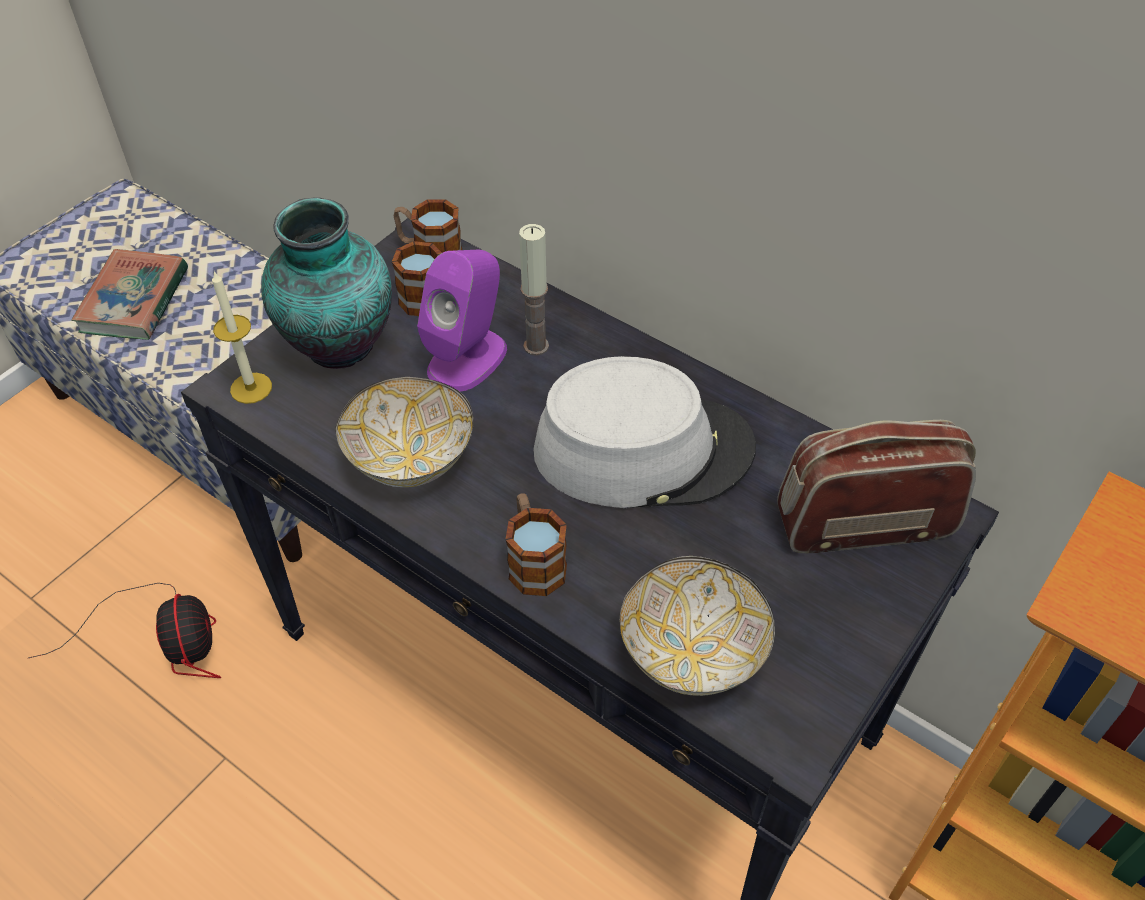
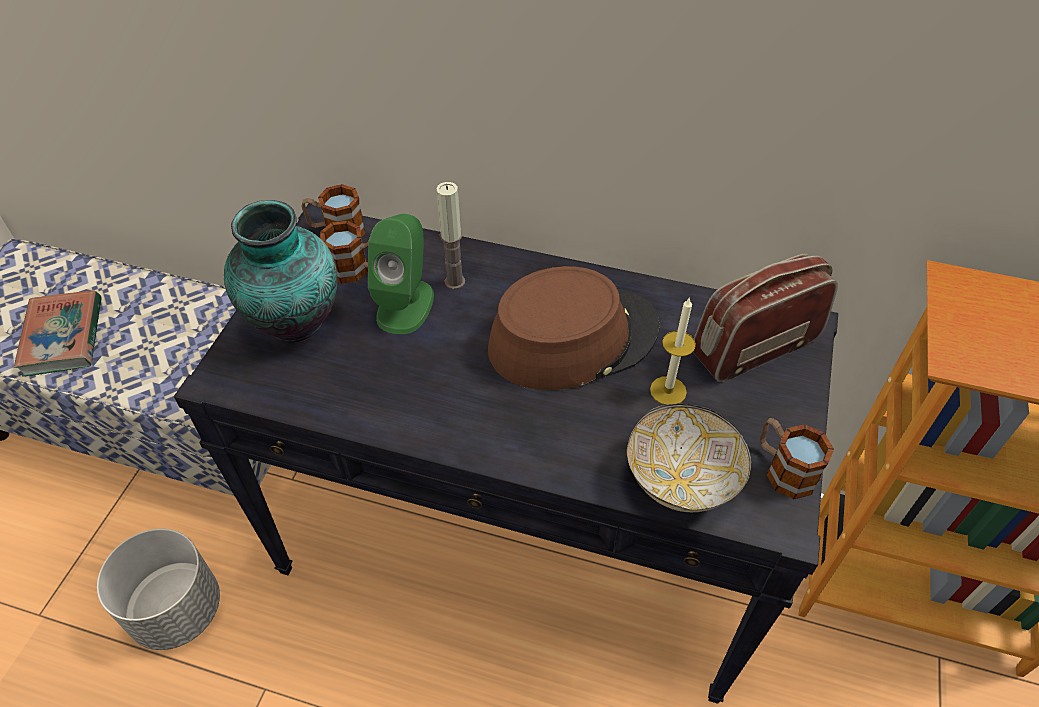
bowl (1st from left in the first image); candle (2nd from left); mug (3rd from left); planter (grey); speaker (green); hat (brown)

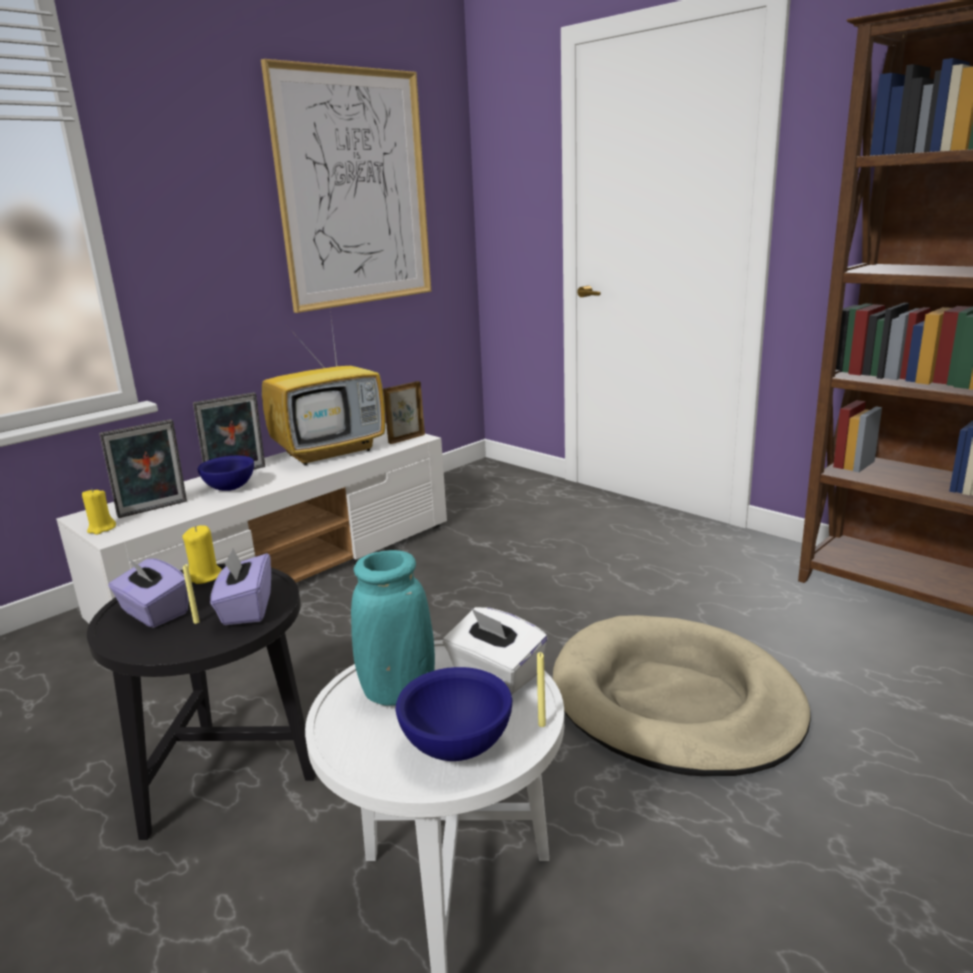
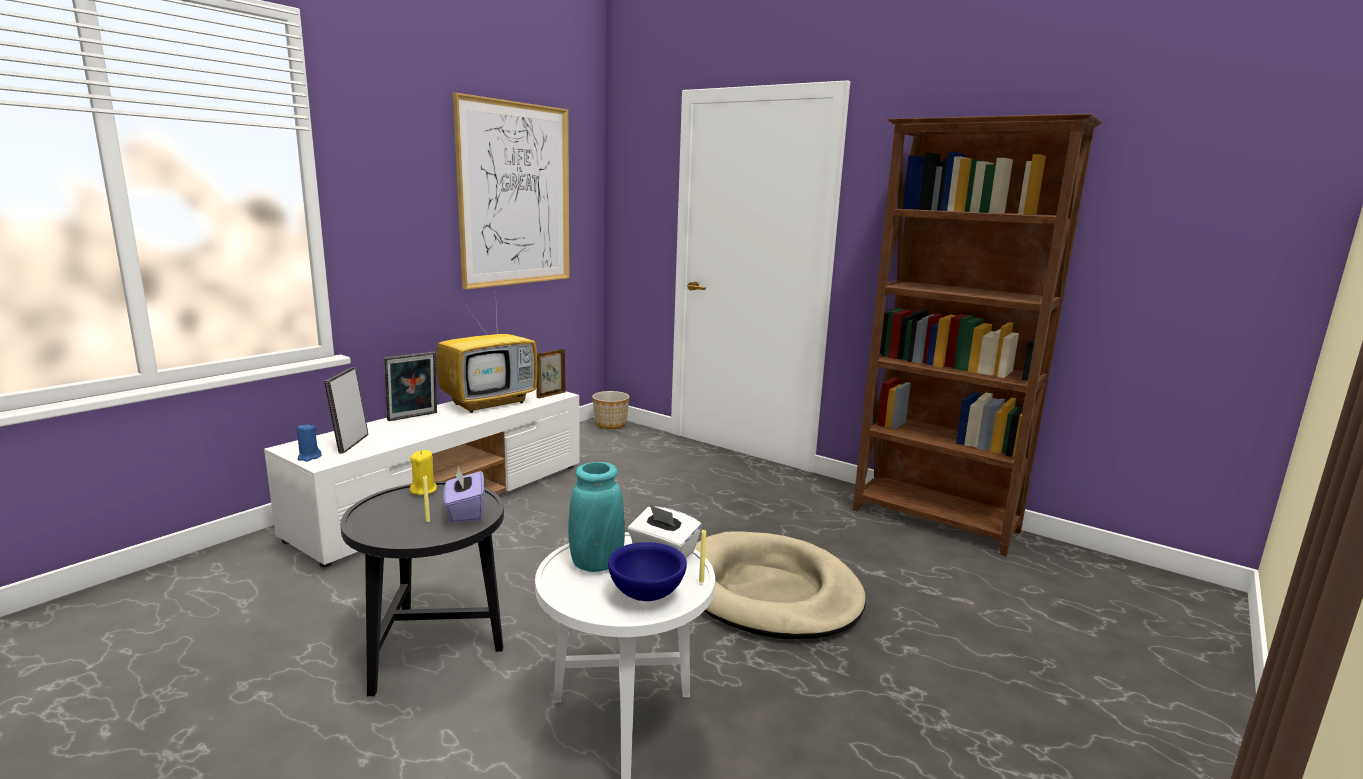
tissue box (purple) (1st from left in the first image); bowl (blue) (1st from left in the first image); planter; candle (blue); picture frame (1st from left)

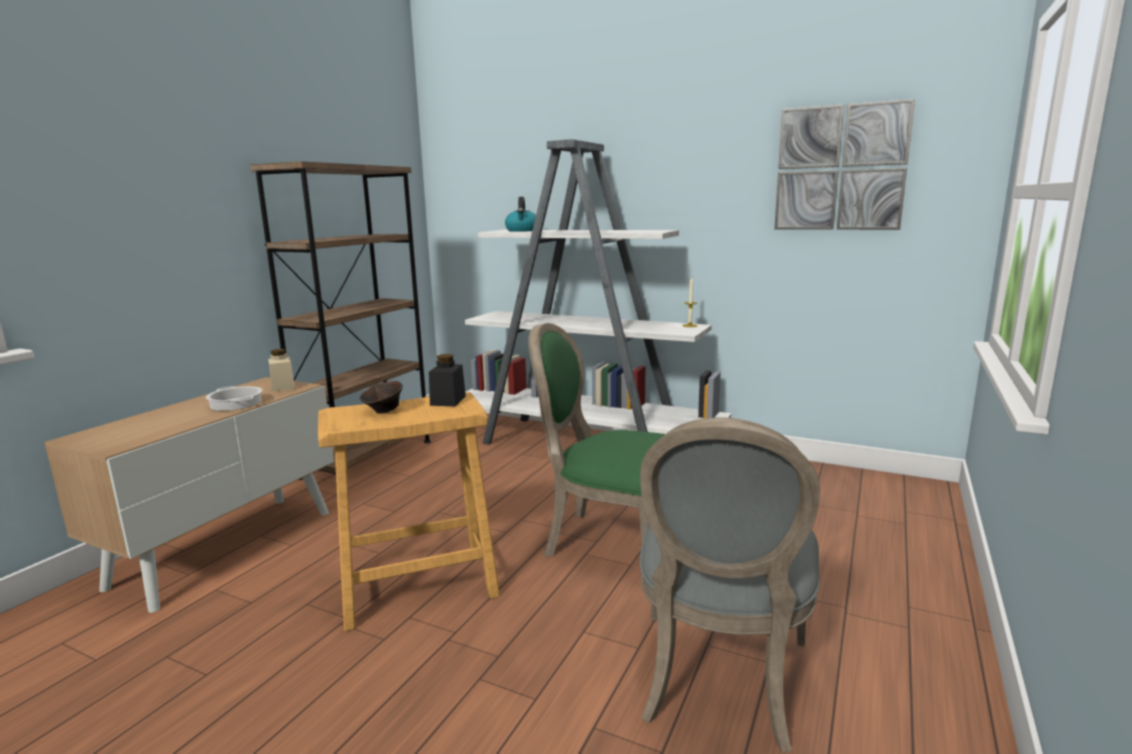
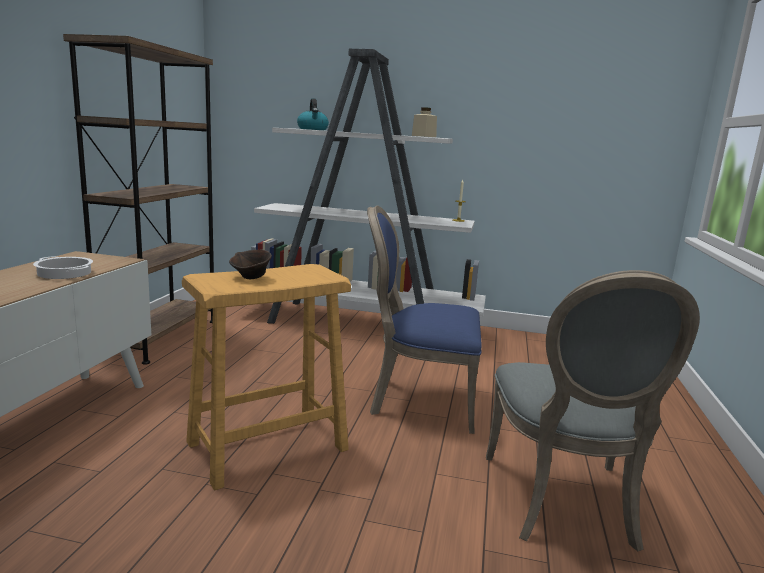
jar (black); picture; jar (beige); chair (blue)

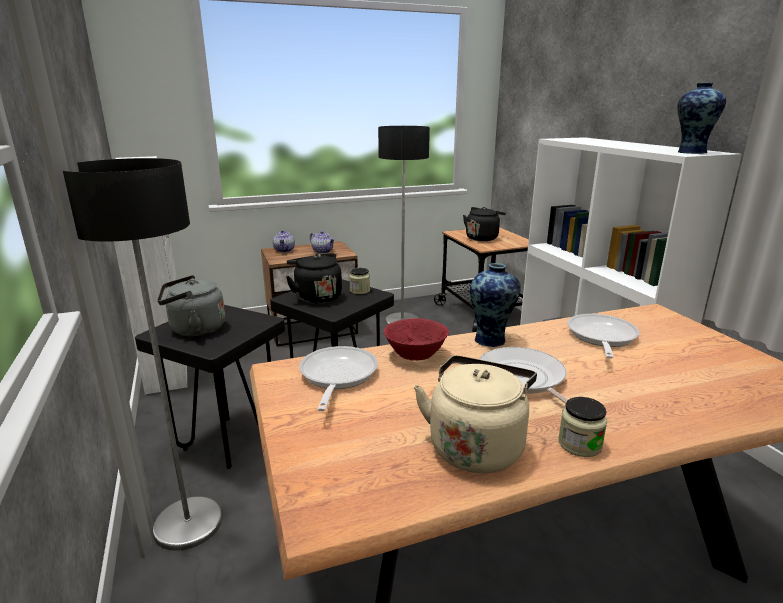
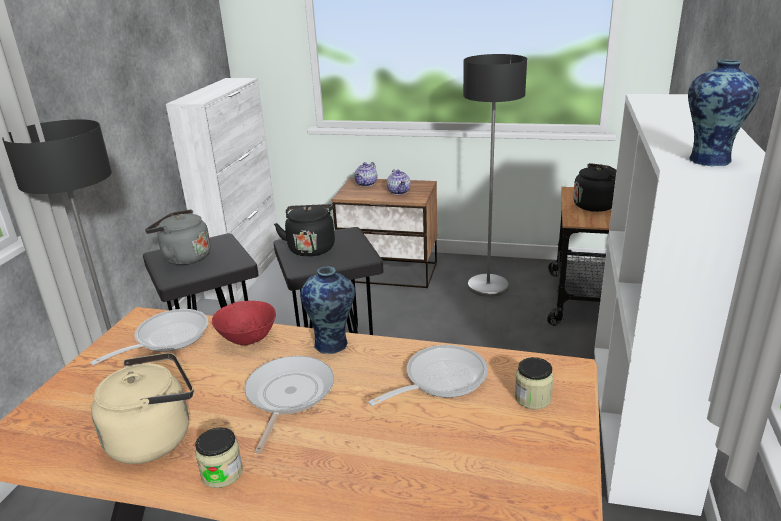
jar (2nd from left)

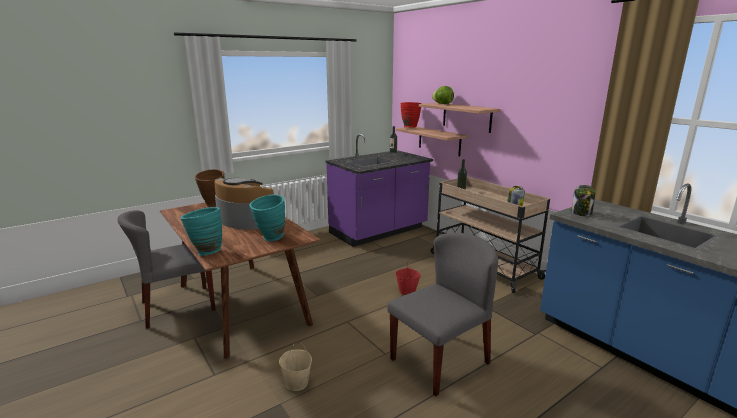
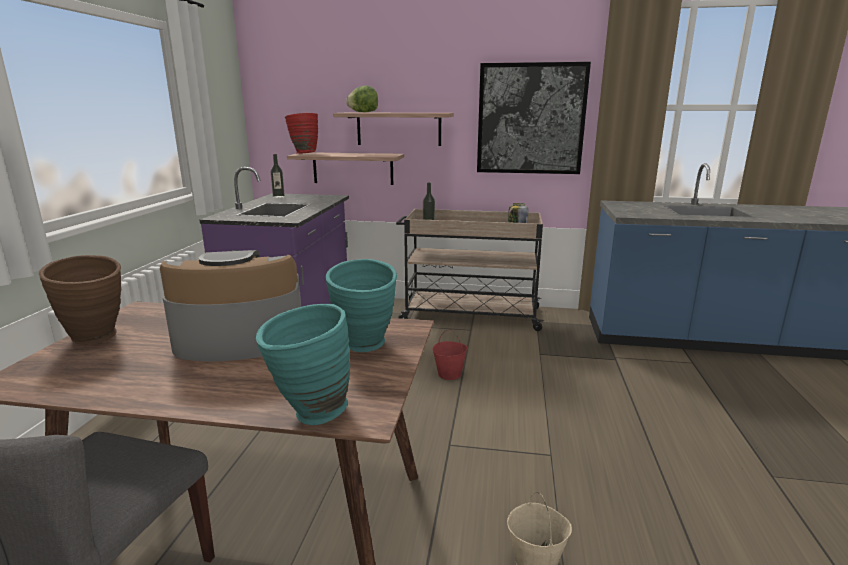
chair (grey) (2nd from left in the first image); jar (2nd from left in the first image); picture

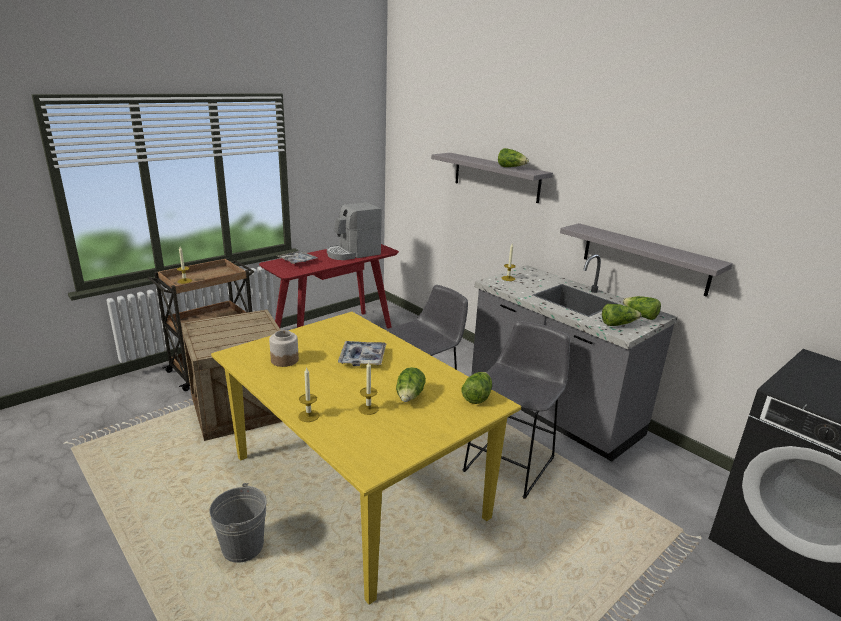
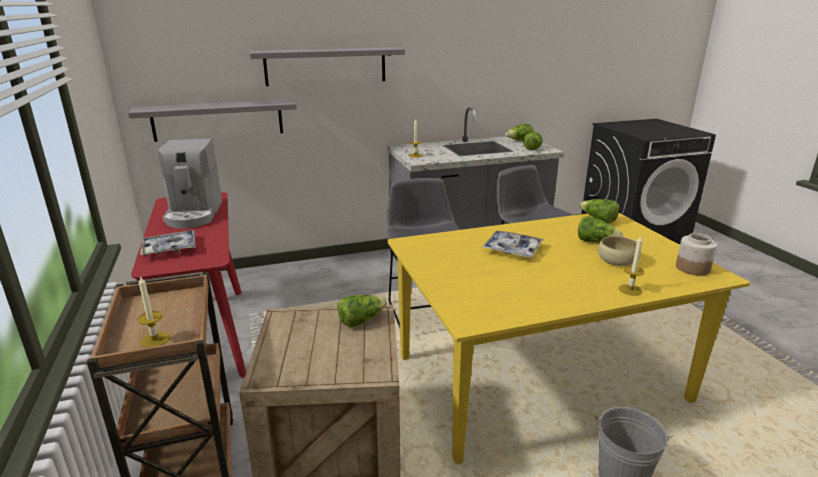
jar; lettuce (1st from left); shelf (grey) (1st from left); bowl (beige)

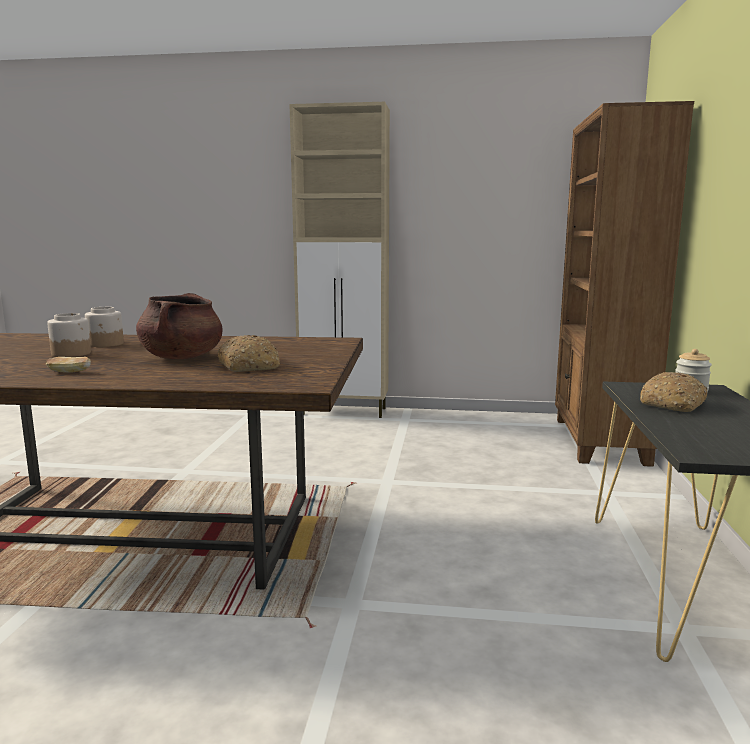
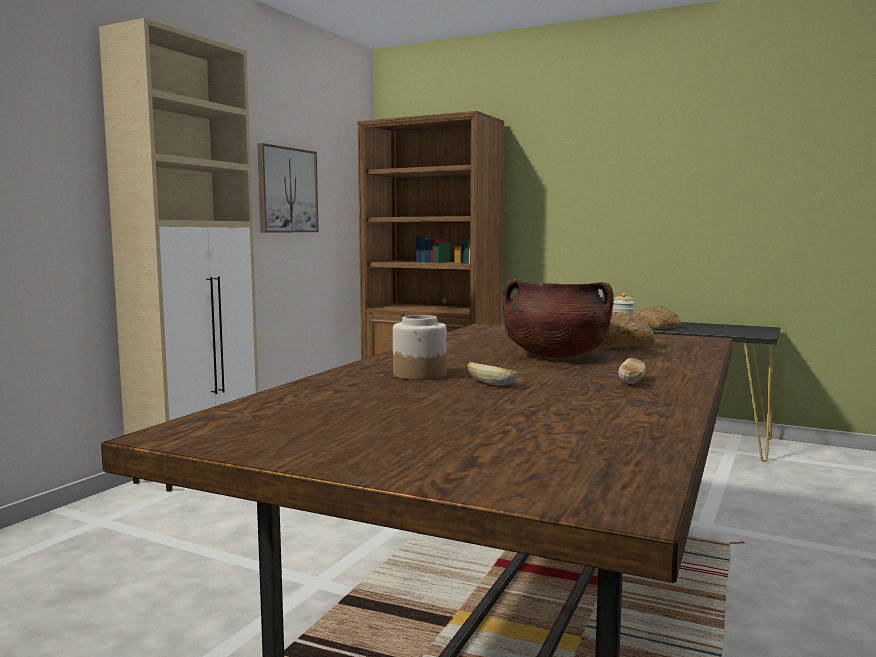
picture; bread (1st from left)

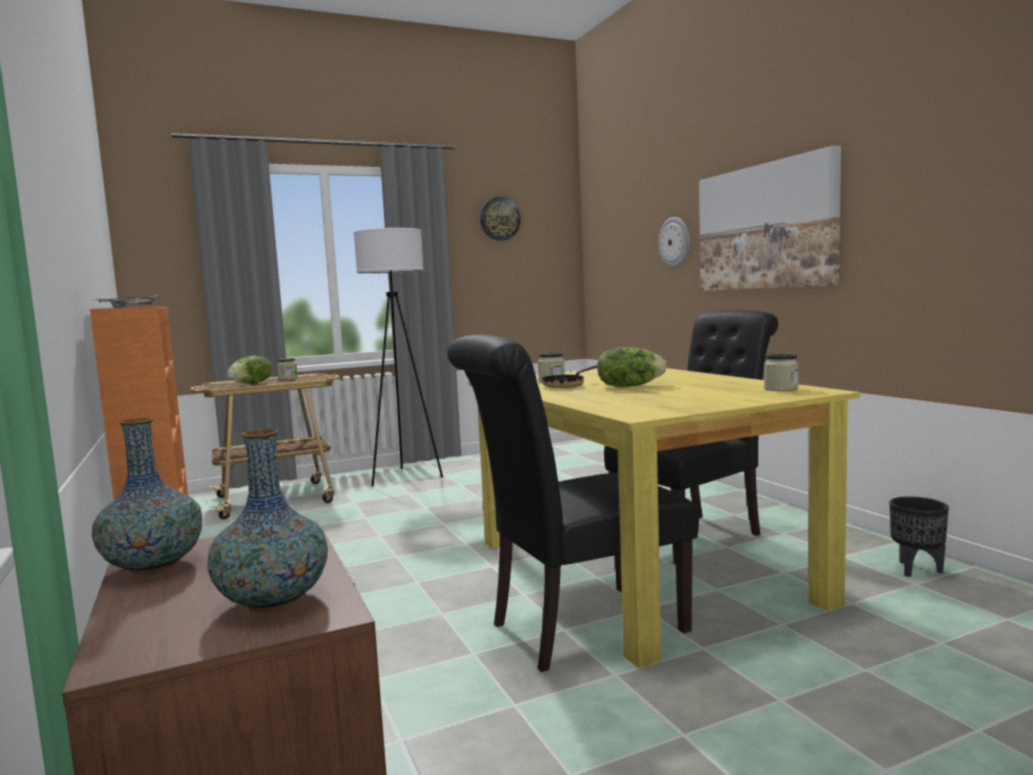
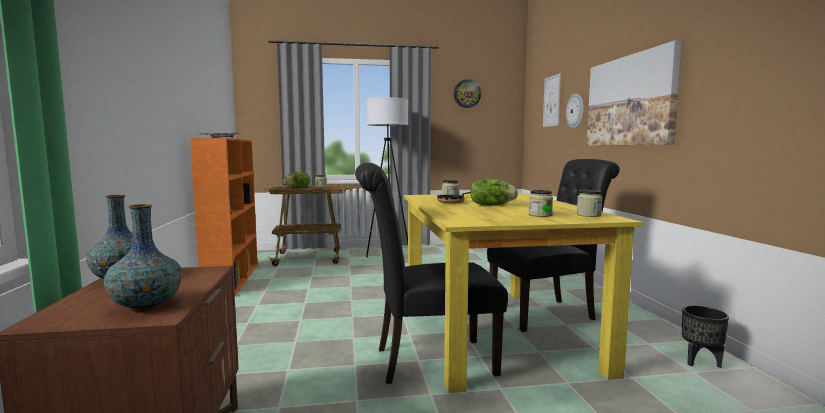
jar (3rd from left); picture (1st from left)

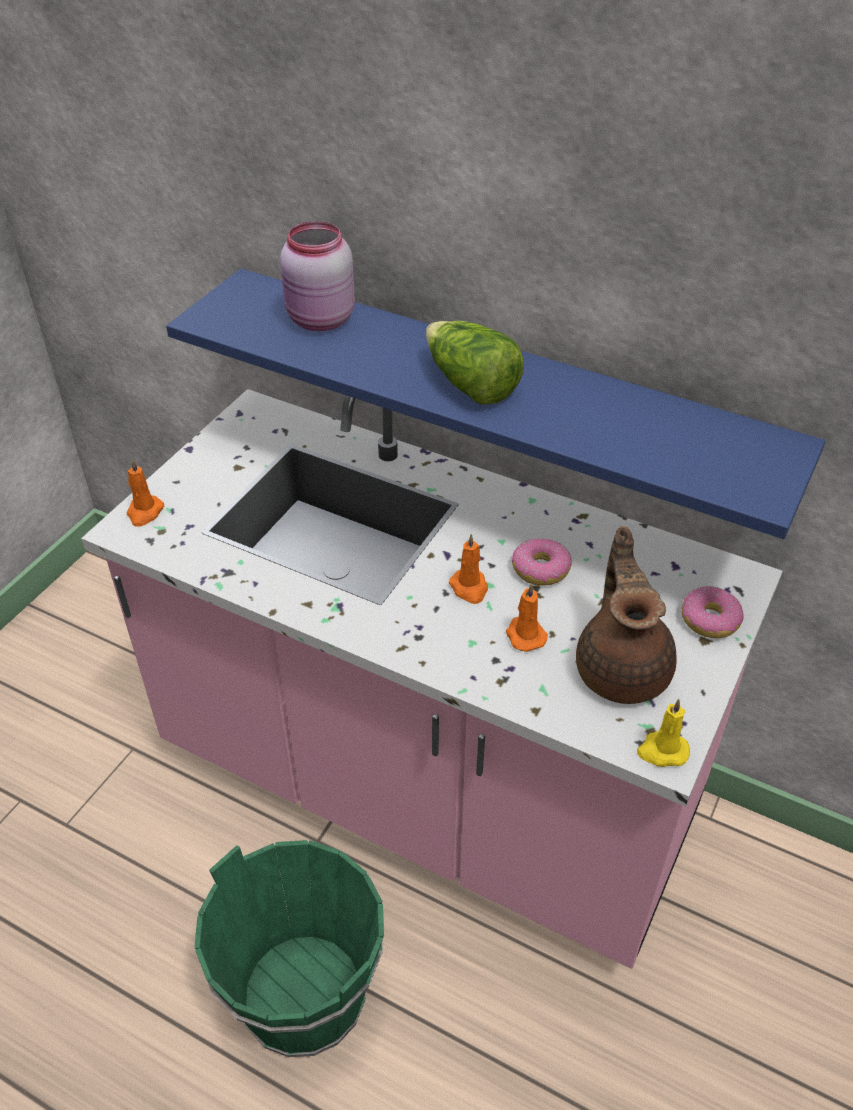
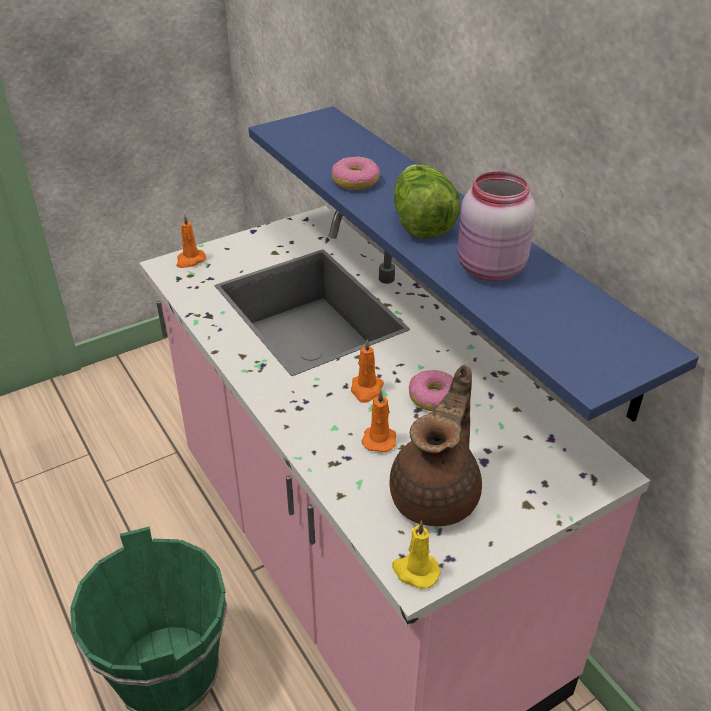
jar (pink); donut (1st from left)

